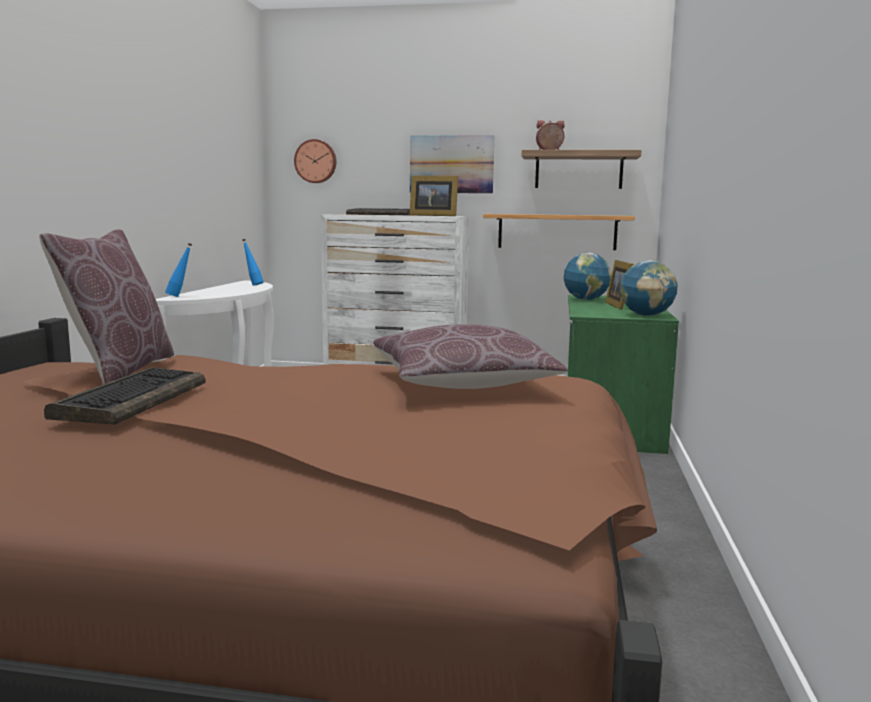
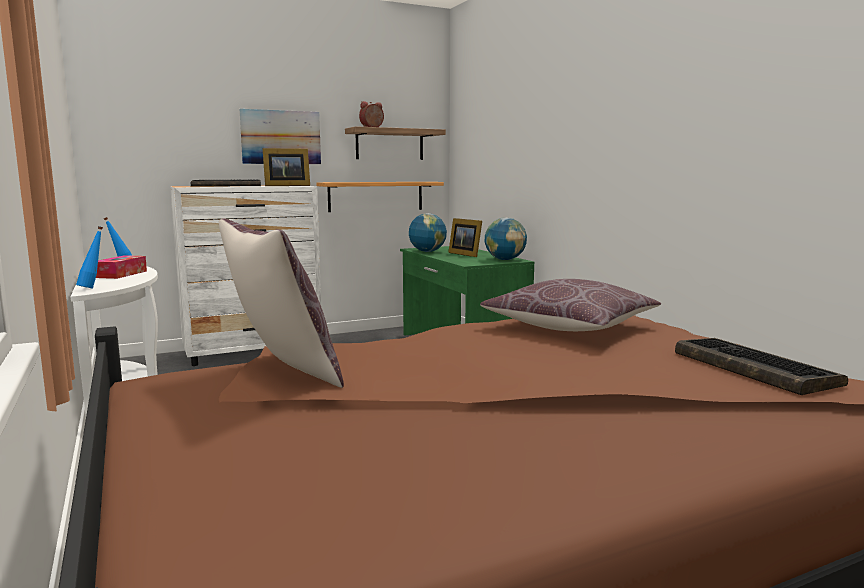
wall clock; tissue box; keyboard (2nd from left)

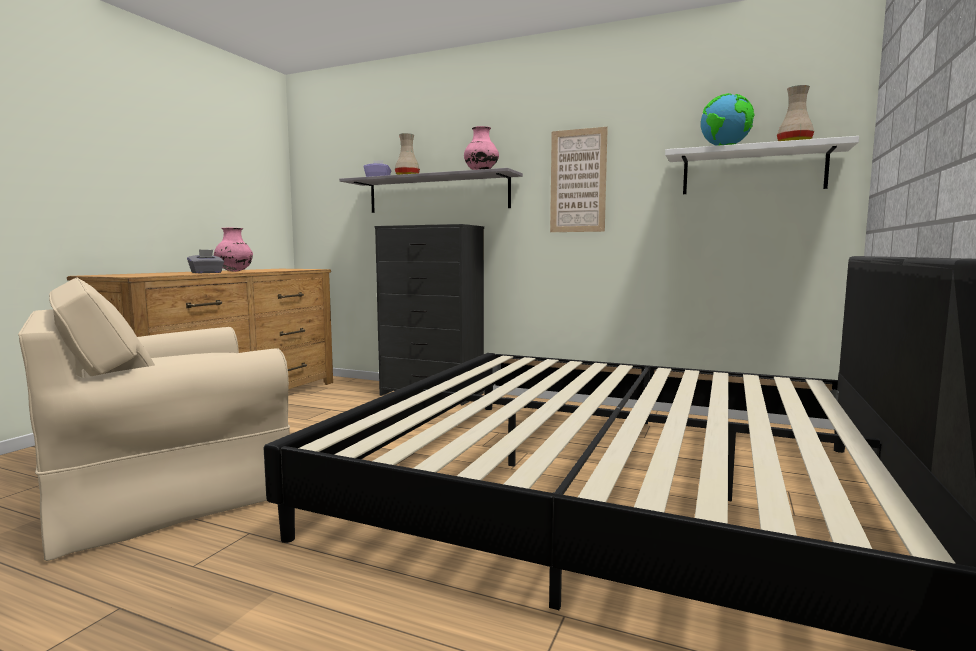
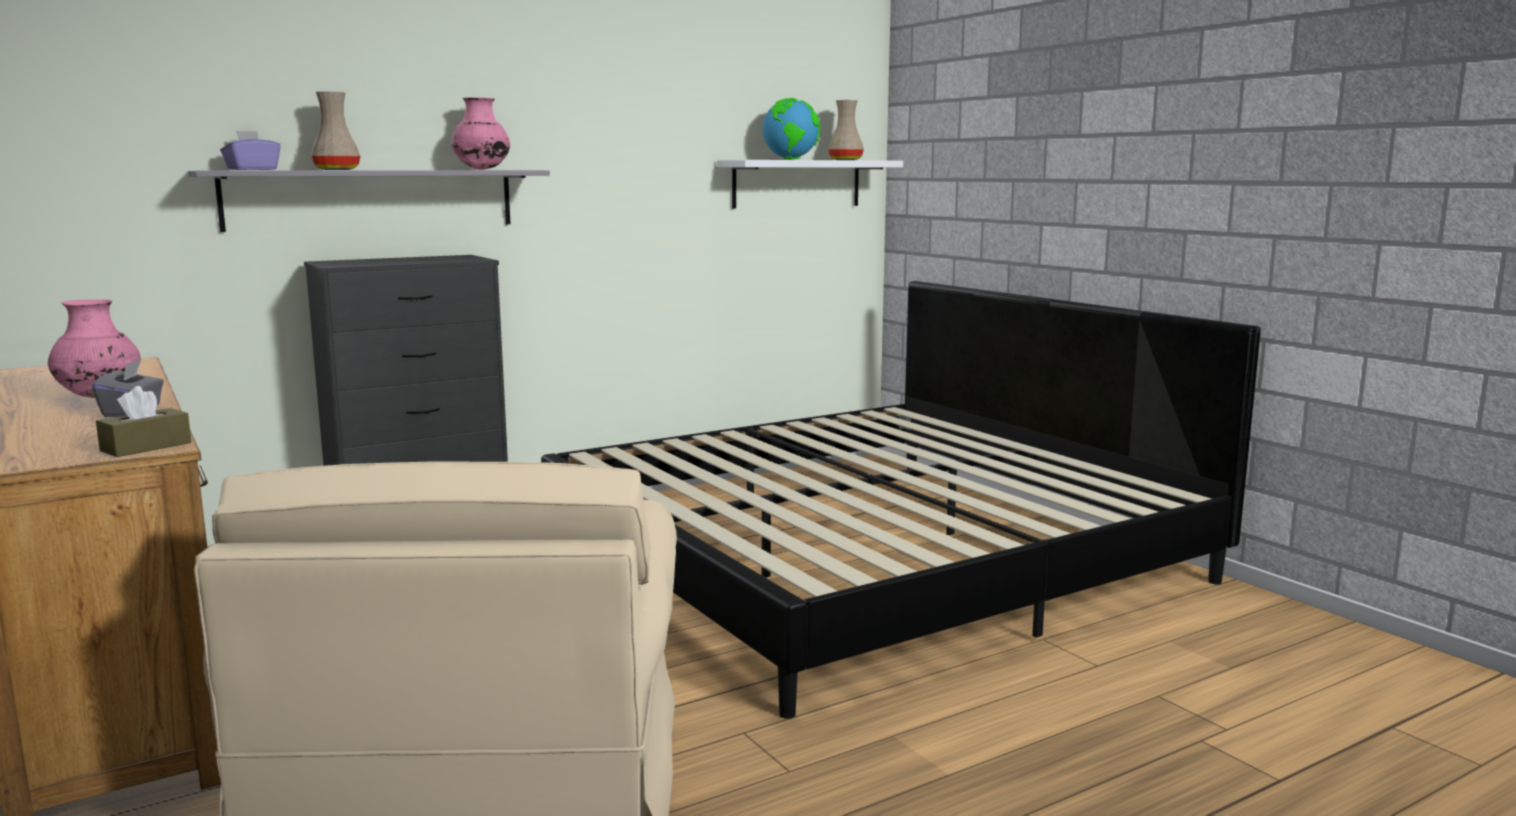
picture; tissue box (brown)

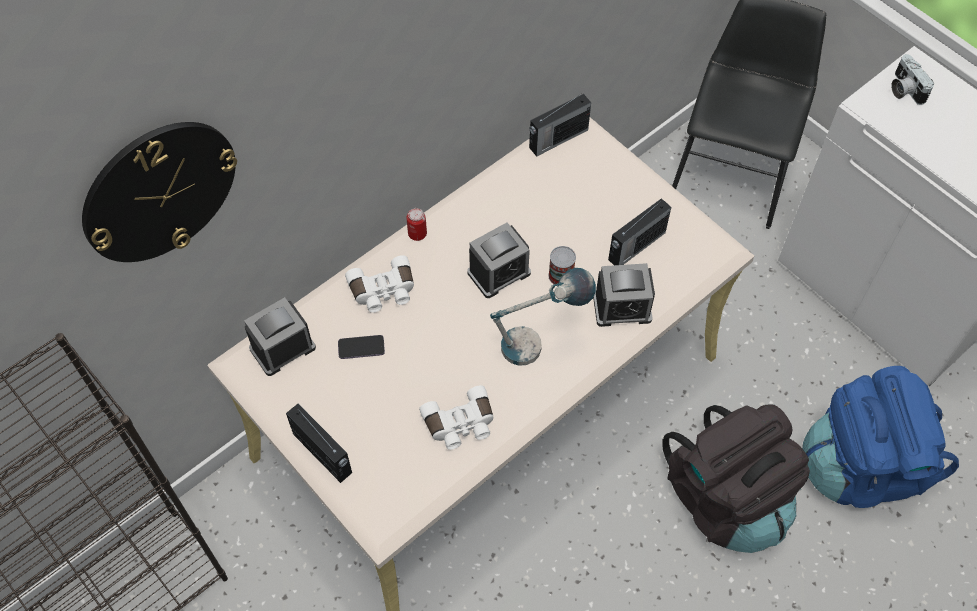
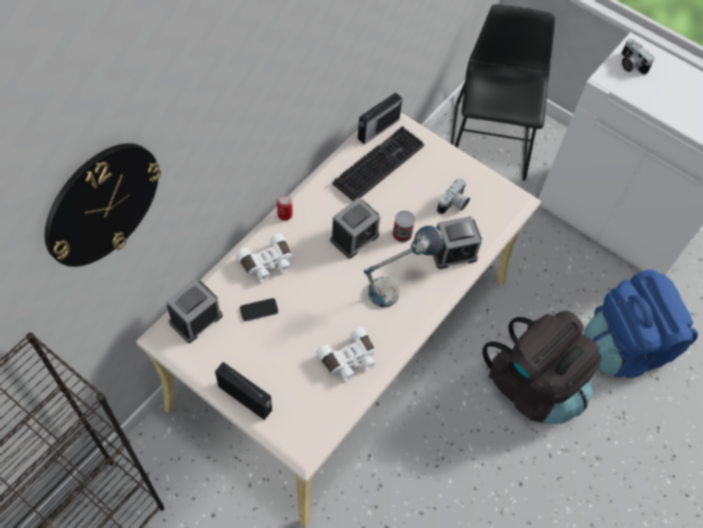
keyboard; photo camera (1st from left)

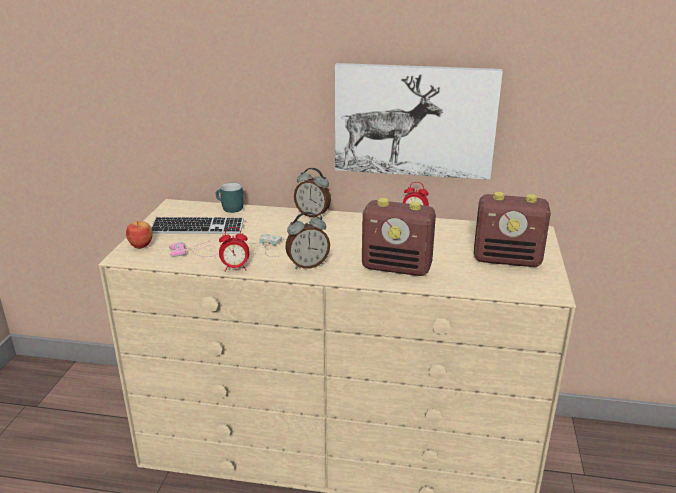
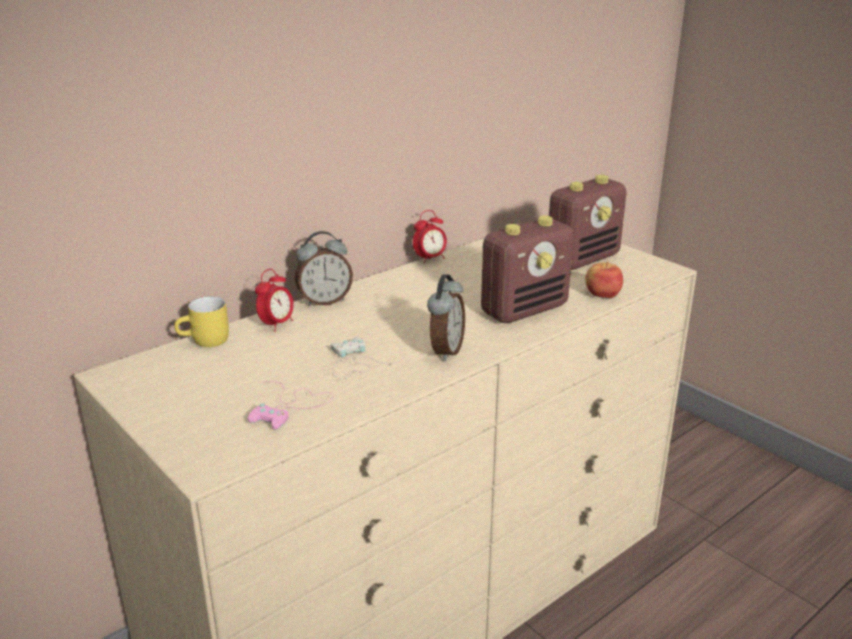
keyboard; picture; apple; alarm clock (1st from left); mug (yellow)

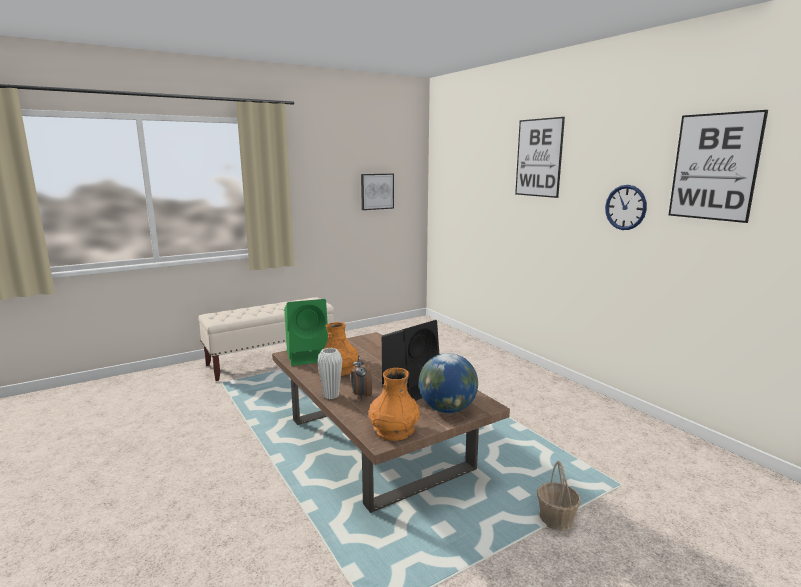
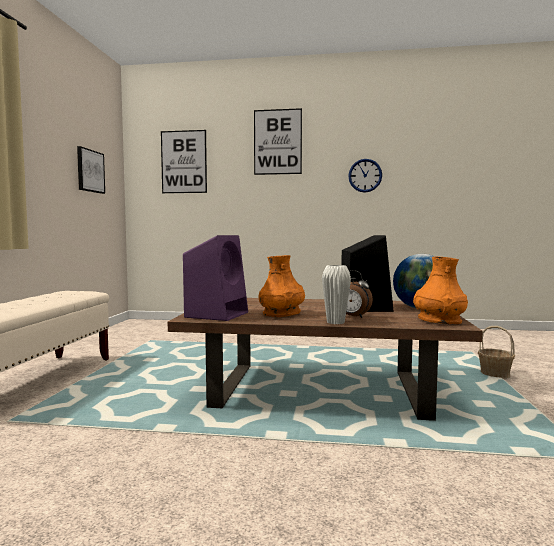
picture (2nd from left); speaker (purple)

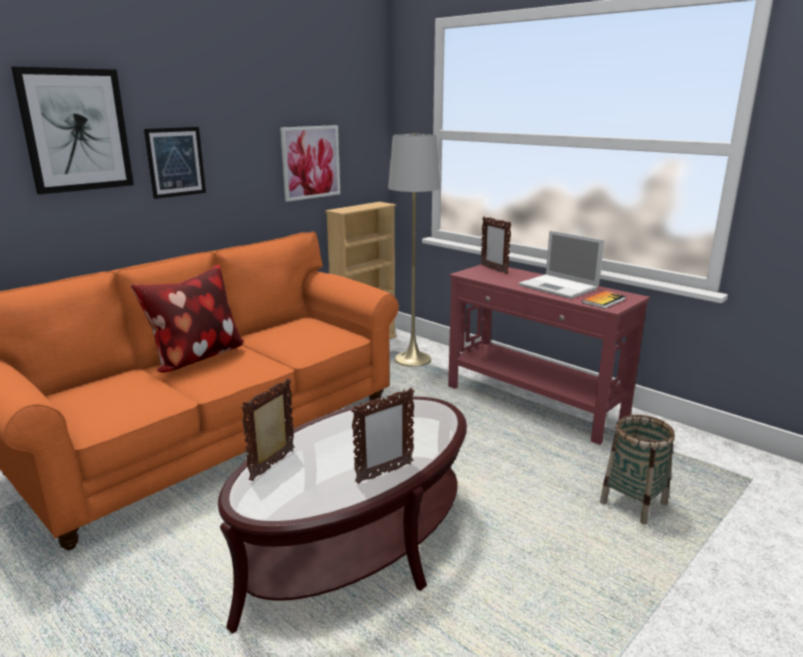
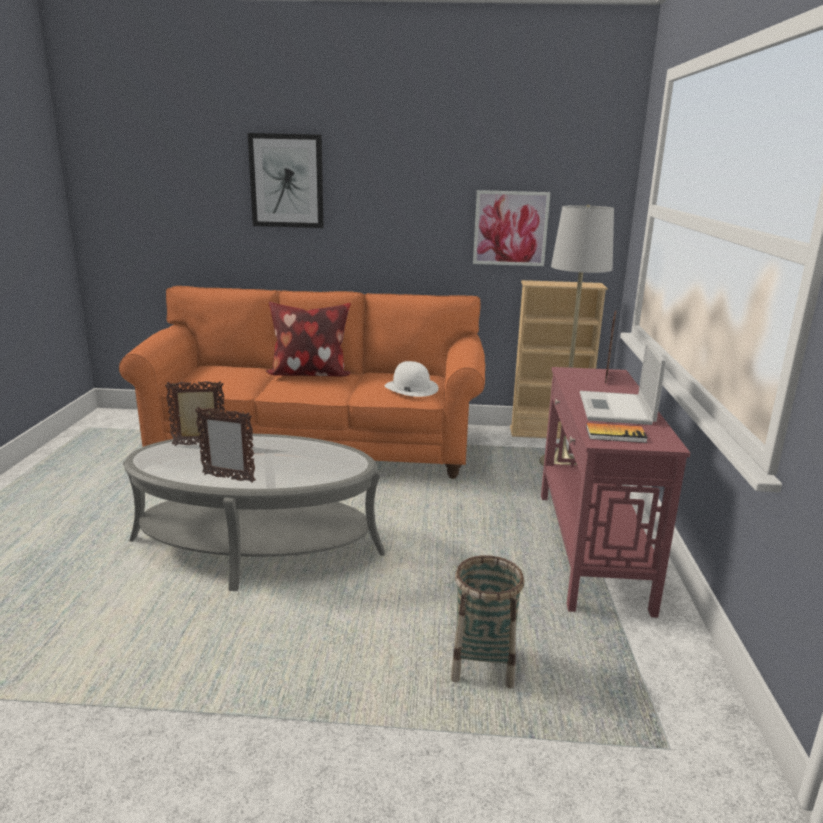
picture (2nd from left in the first image); hat (white); coffee table (grey)

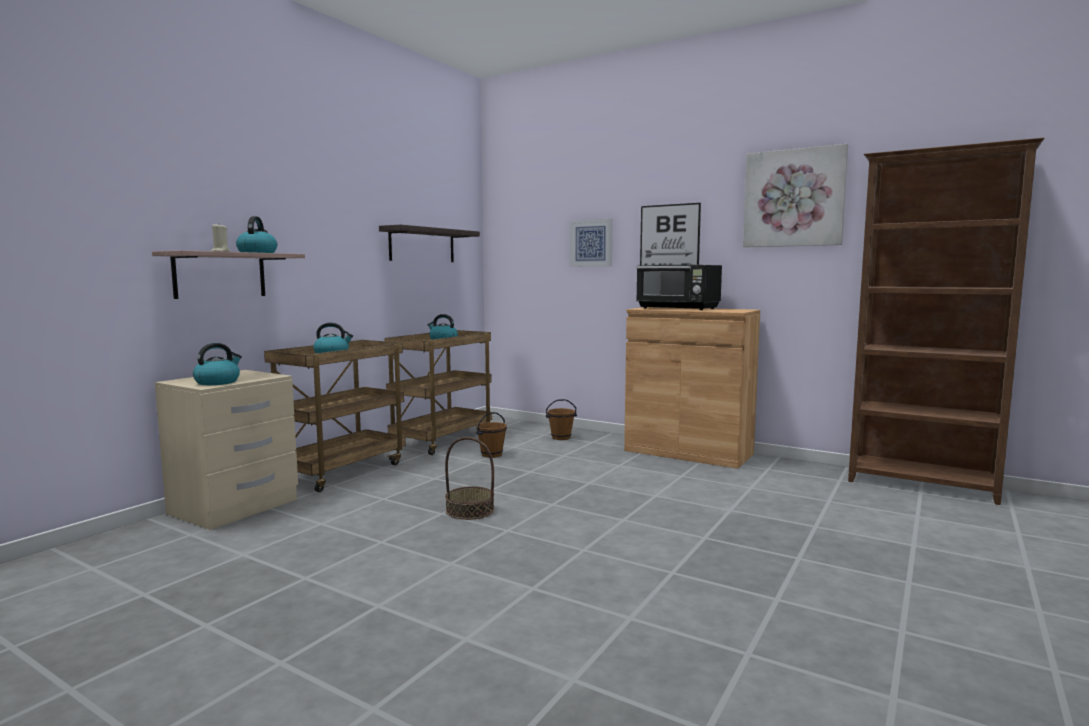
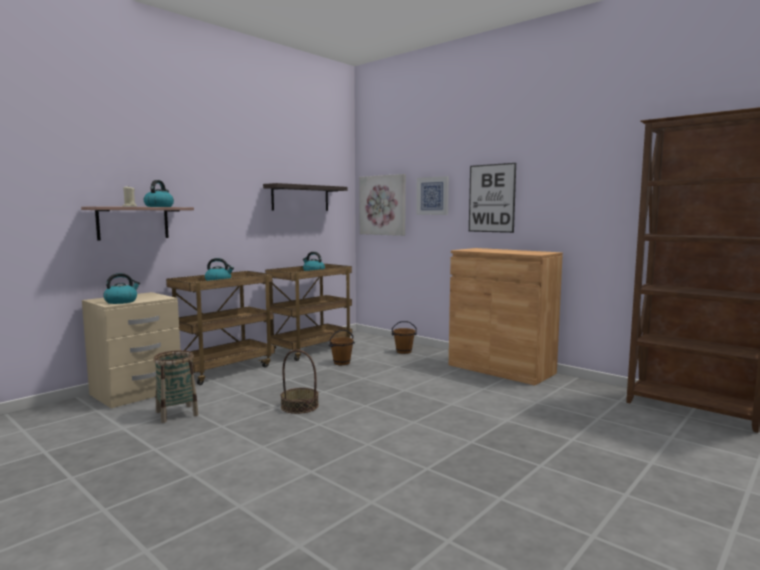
microwave (black); basket (1st from left); picture (1st from left)

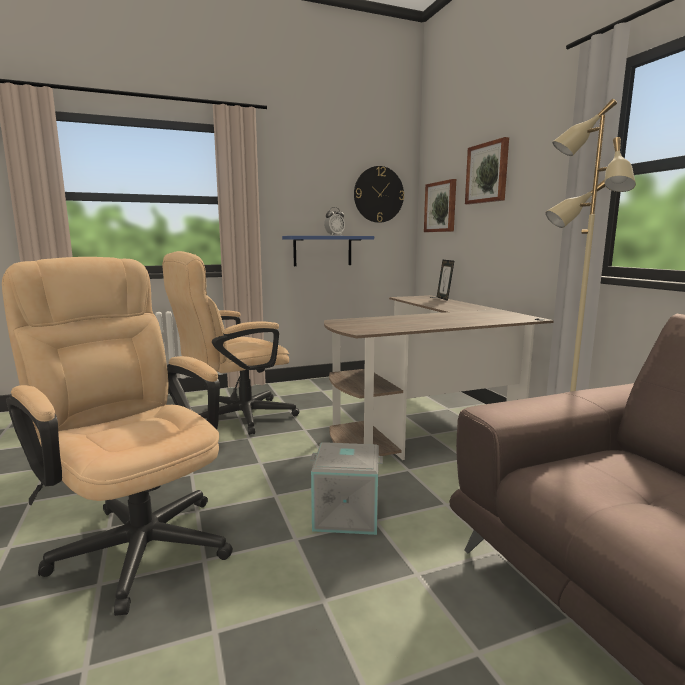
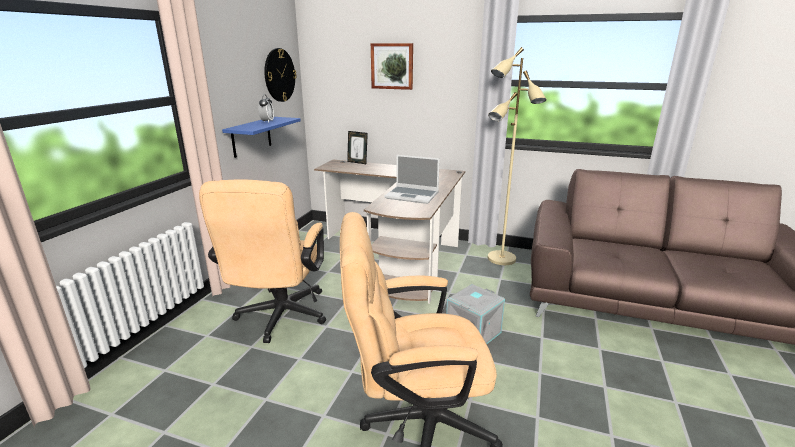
picture (1st from left in the first image); laptop

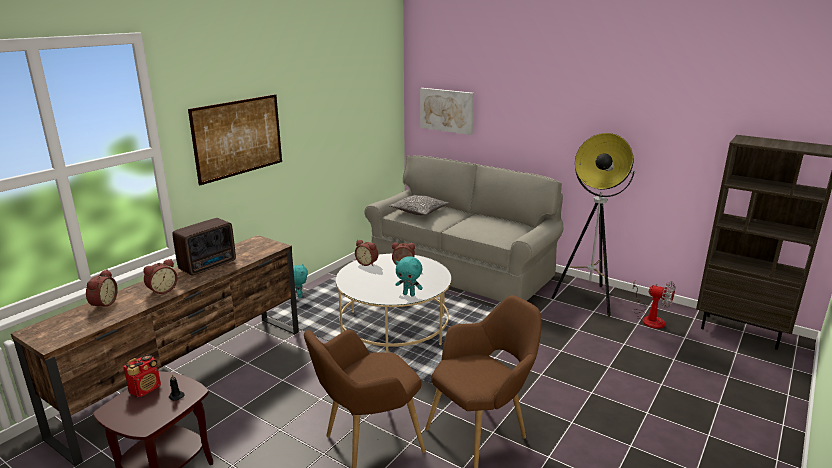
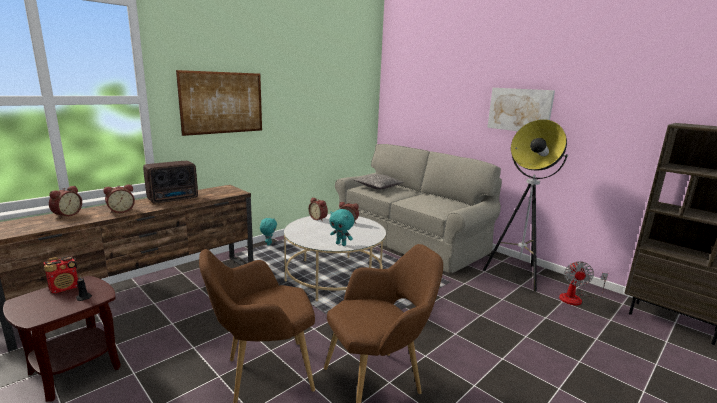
picture (2nd from left); fan

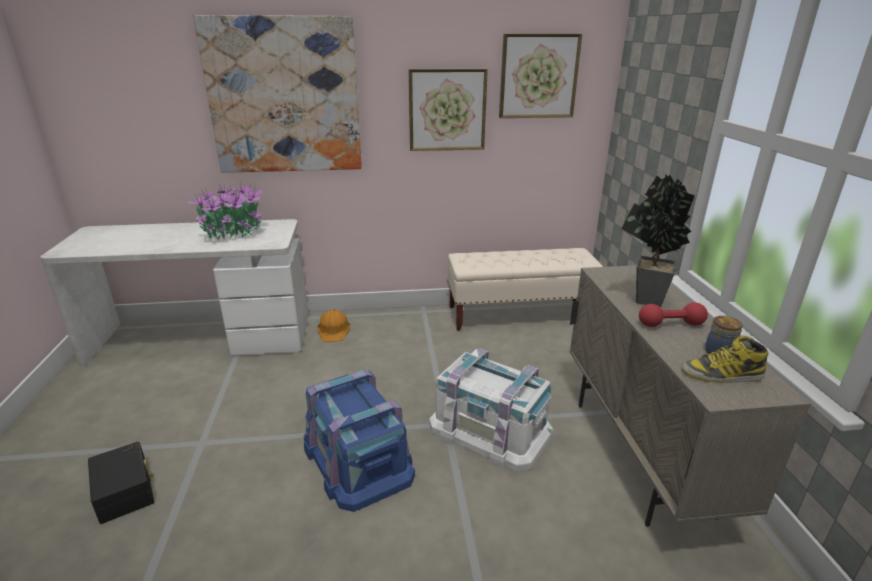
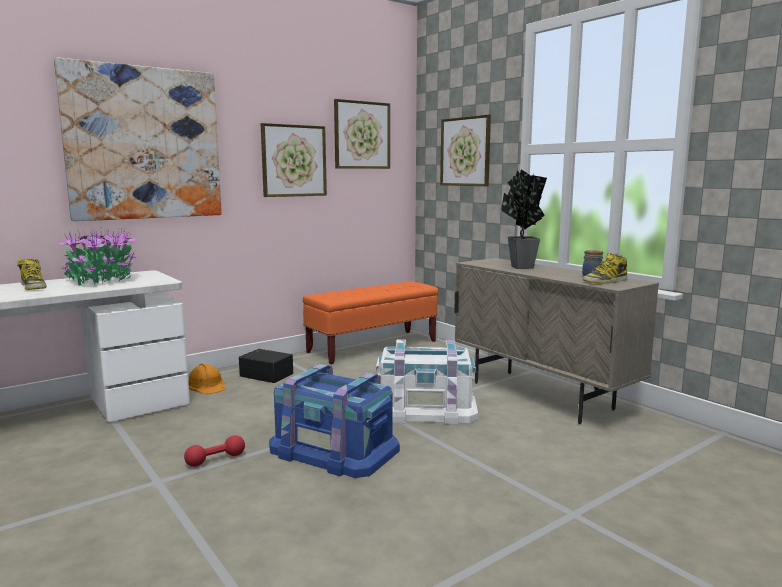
boot (1st from left); picture (4th from left); storage box (black); dumbbell (red); bench (orange)

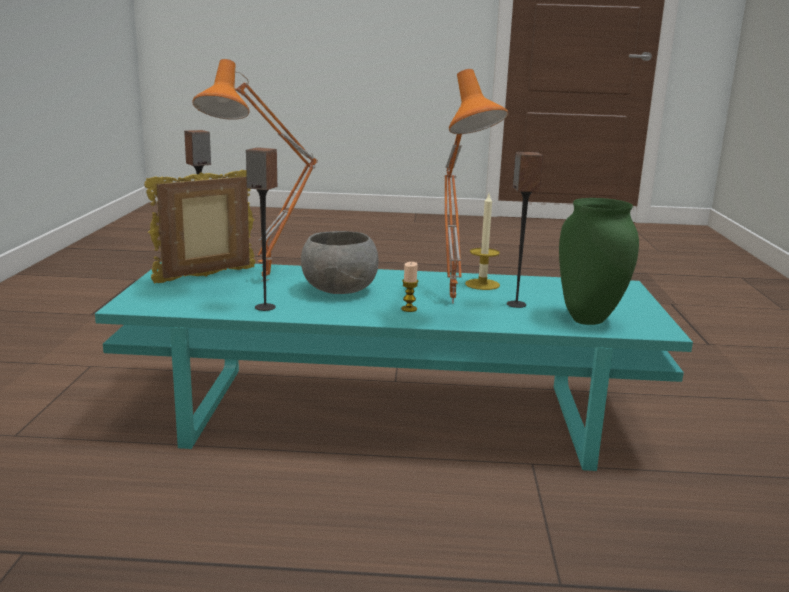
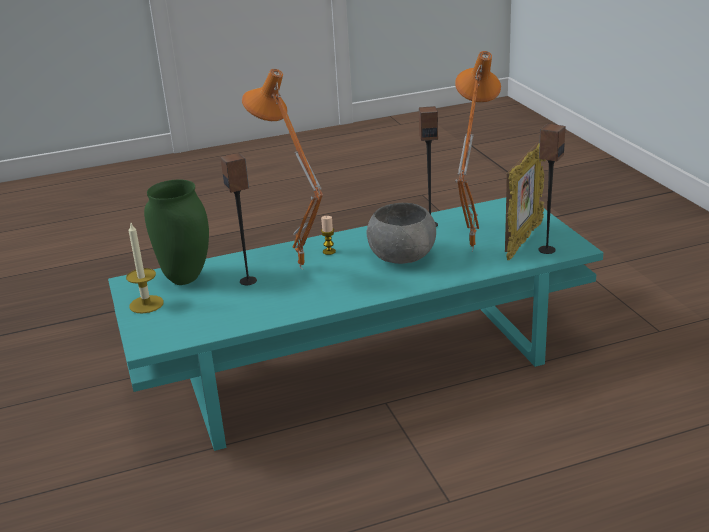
candle (1st from left)

